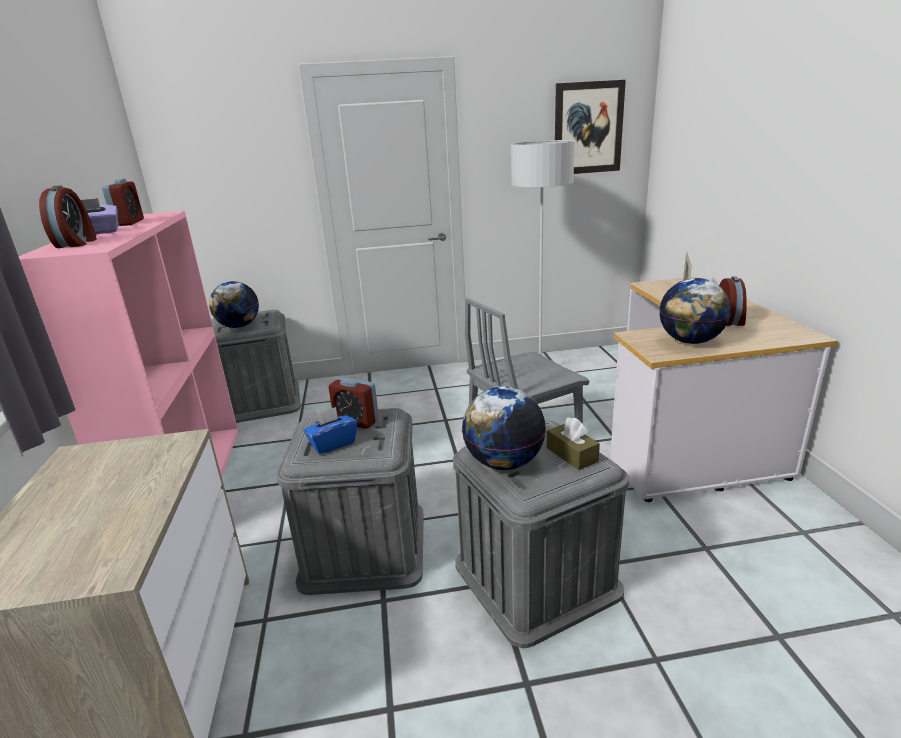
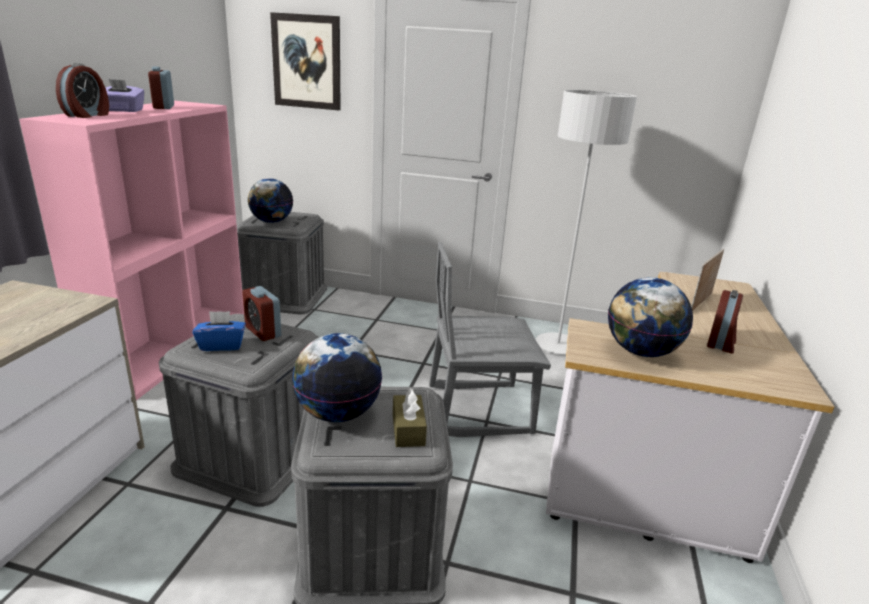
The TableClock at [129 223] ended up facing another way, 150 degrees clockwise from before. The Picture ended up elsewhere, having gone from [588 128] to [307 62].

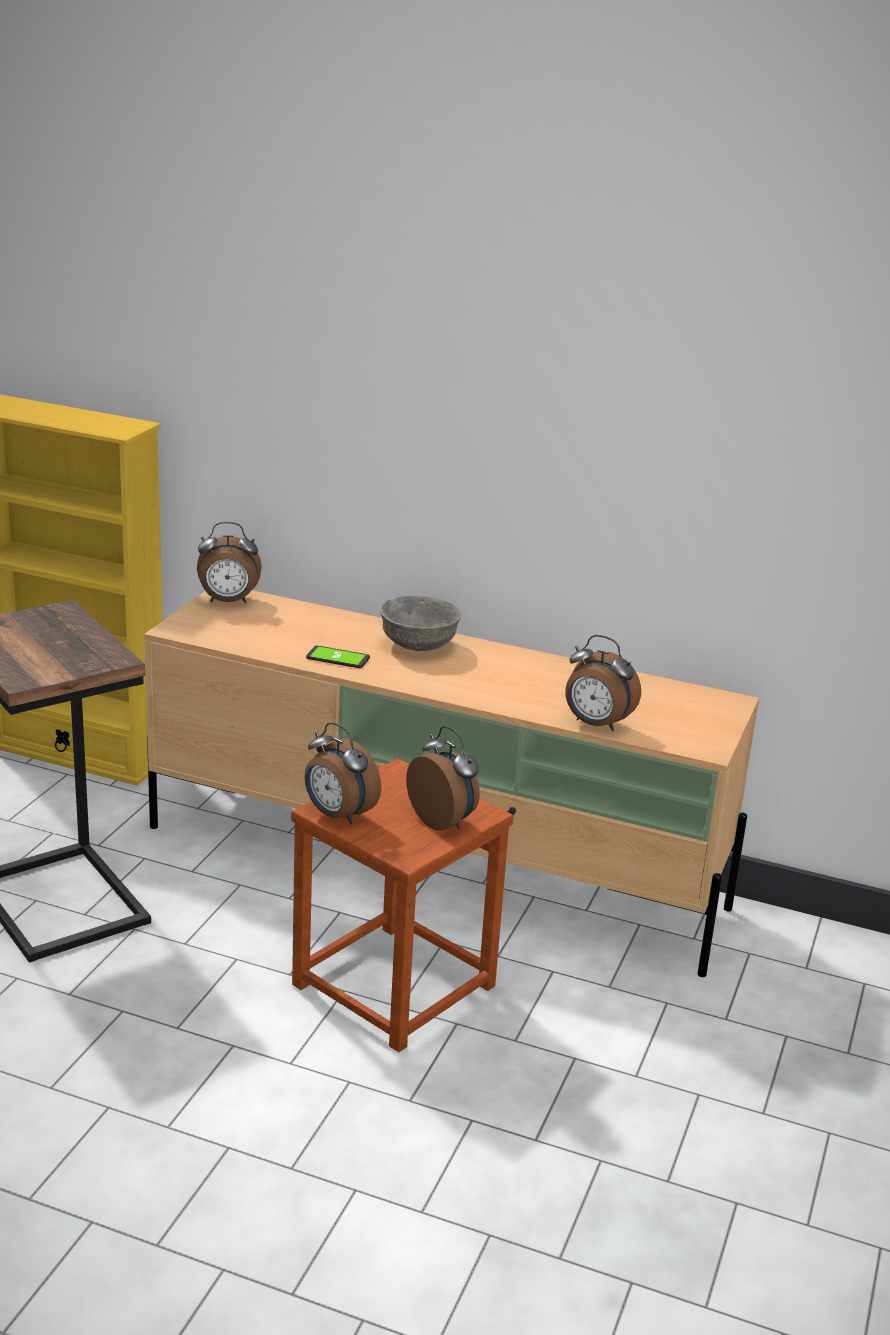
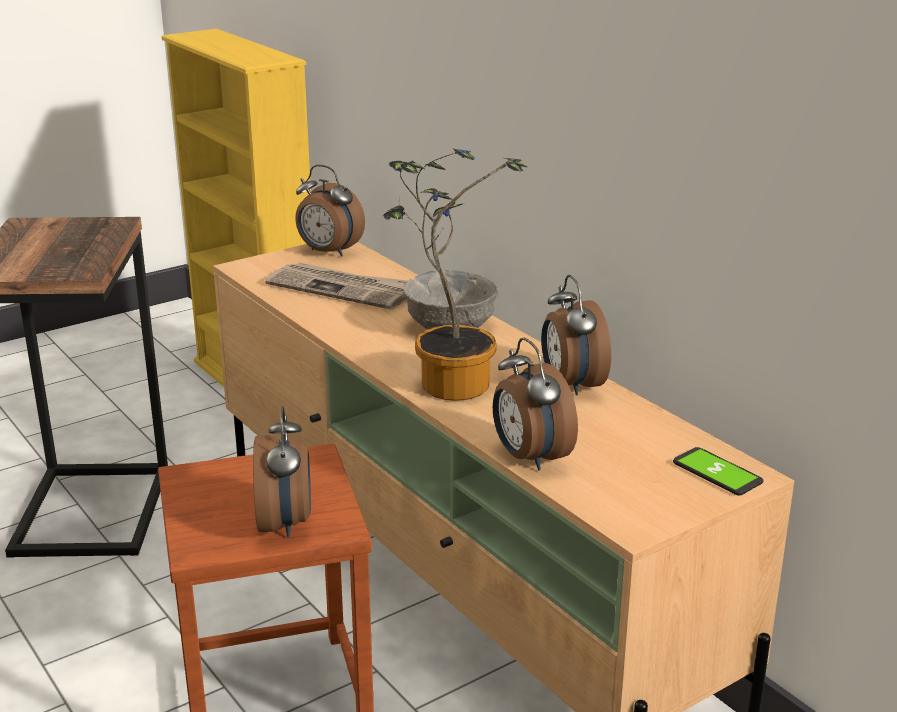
The TableClock ended up elsewhere, having gone from [338 815] to [571 384]. The Phone ended up elsewhere, having gone from [338 658] to [717 473]. The second view gained the Newspaper at [342 289]. The second view gained the Houseplant at [448 381].

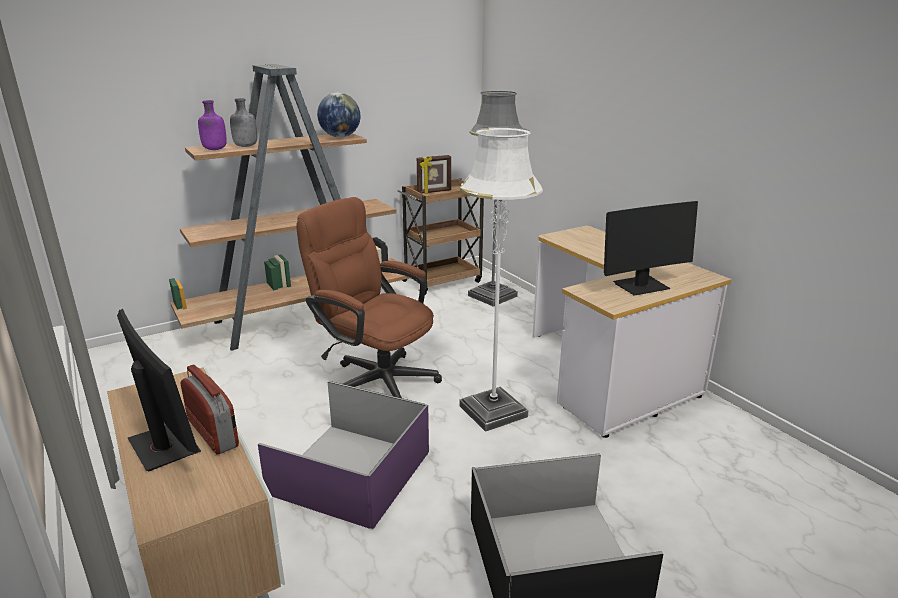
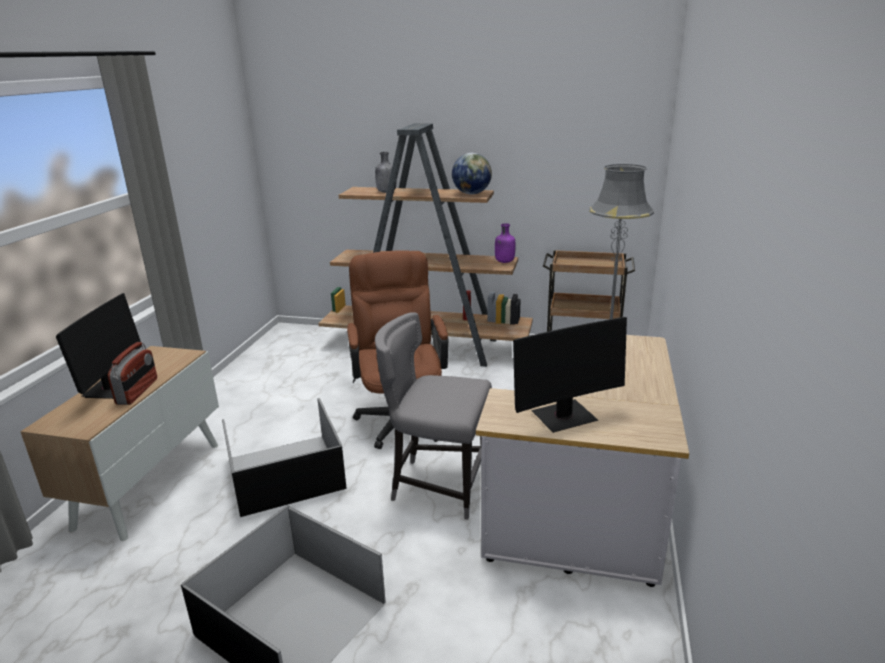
The PurplishDrinkBottle ended up elsewhere, having gone from [214 149] to [504 262]. What was the PurplishStorageContainer at [351 471] turned into the BlackStorageContainer at [287 473]. The second view lost the PhotoFrame at [434 192]. Where the WhiteColouredStandardLamp stood at [493 411], the GrayUprightChair came to stand at [437 485]. The ComputerScreen at [641 286] ended up facing another way, 45 degrees counterclockwise from before.

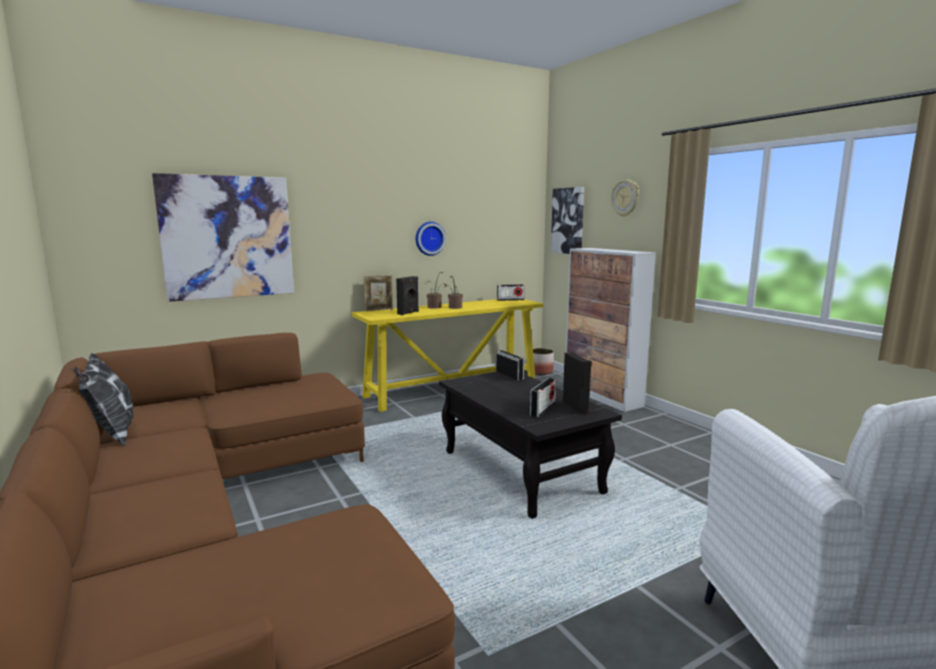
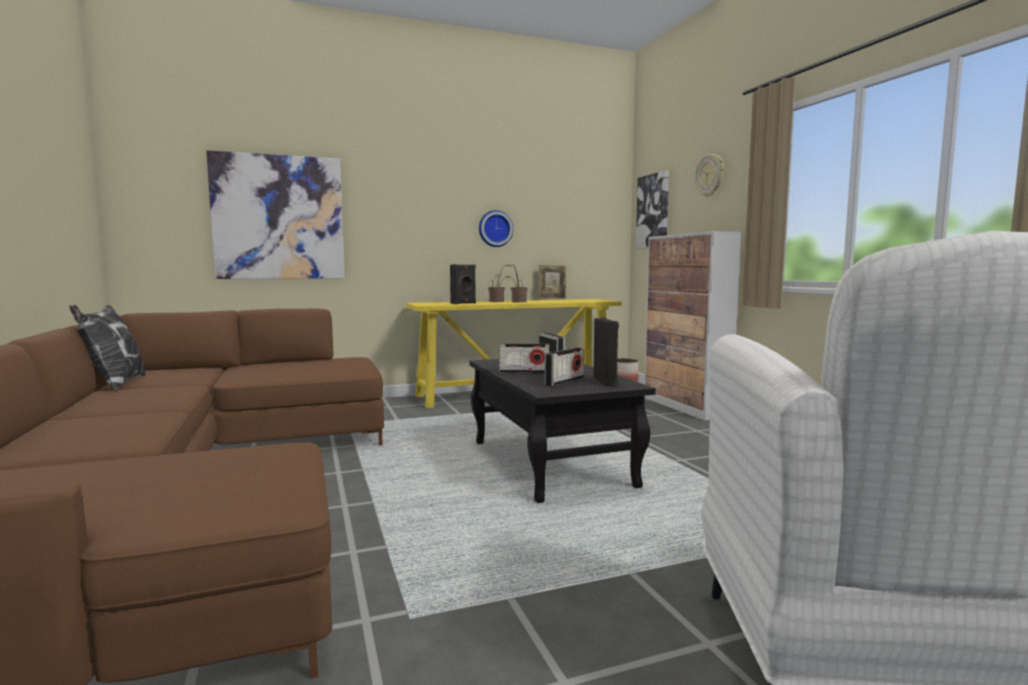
The PhotoFrame ended up elsewhere, having gone from [379 310] to [552 299]. The RadioReceiver ended up elsewhere, having gone from [510 300] to [524 372].

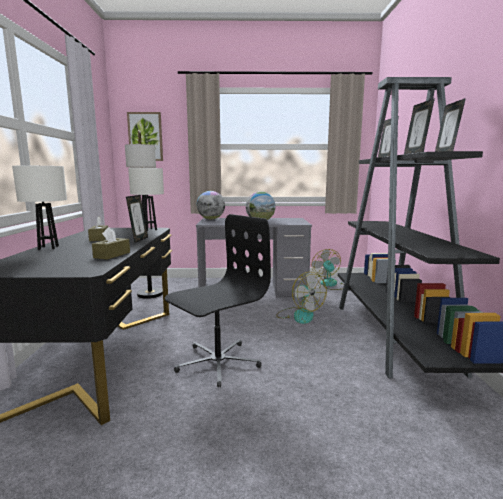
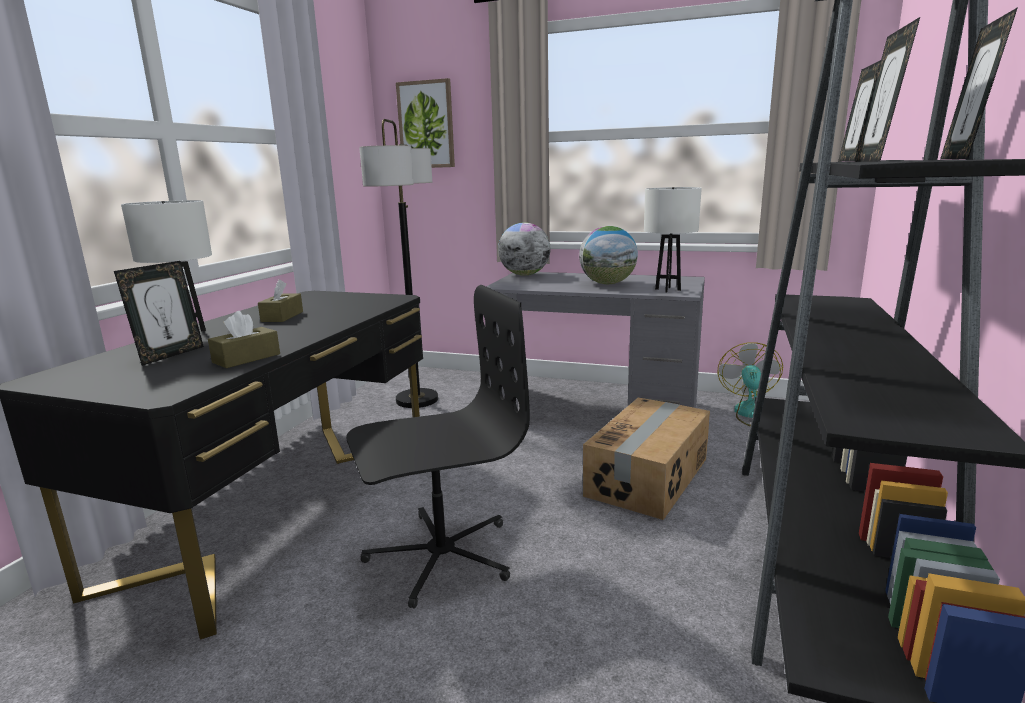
The PhotoFrame ended up elsewhere, having gone from [139 240] to [170 355]. The WhiteColouredLampForATable ended up elsewhere, having gone from [149 230] to [668 289]. Where the ElectricFan stood at [299 315], the Carton came to stand at [649 477].

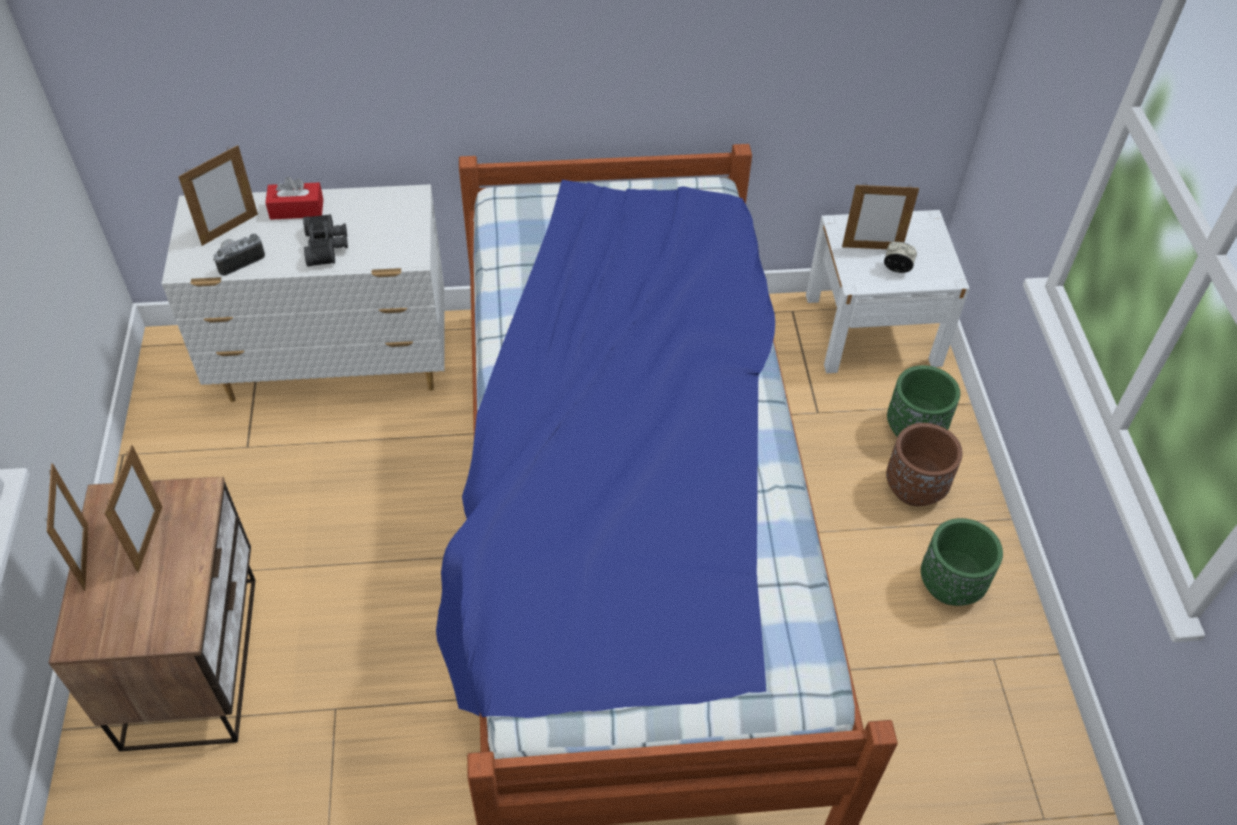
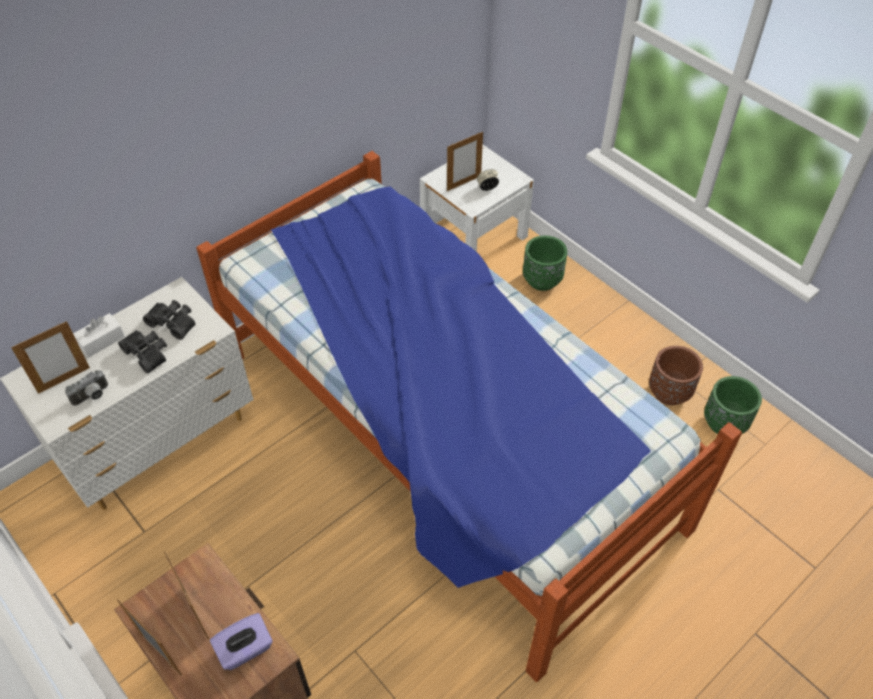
The PhotoFrame at [230 229] ended up facing another way, 45 degrees clockwise from before. The StillCamera at [239 260] ended up facing another way, 150 degrees counterclockwise from before. What was the ReddishBoxOfTissues at [296 209] turned into the WhiteColouredBoxOfTissues at [101 341]. The BrownColouredPlanter ended up elsewhere, having gone from [914 488] to [669 392]. The GreenPlanter ended up elsewhere, having gone from [950 585] to [724 423]. The second view gained the BlackBinoculars at [174 322]. The second view gained the PurplishBoxOfTissues at [245 649].

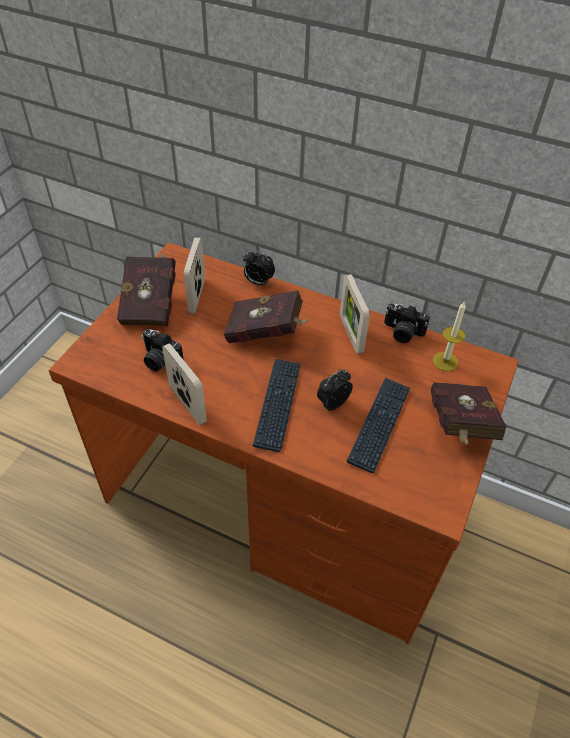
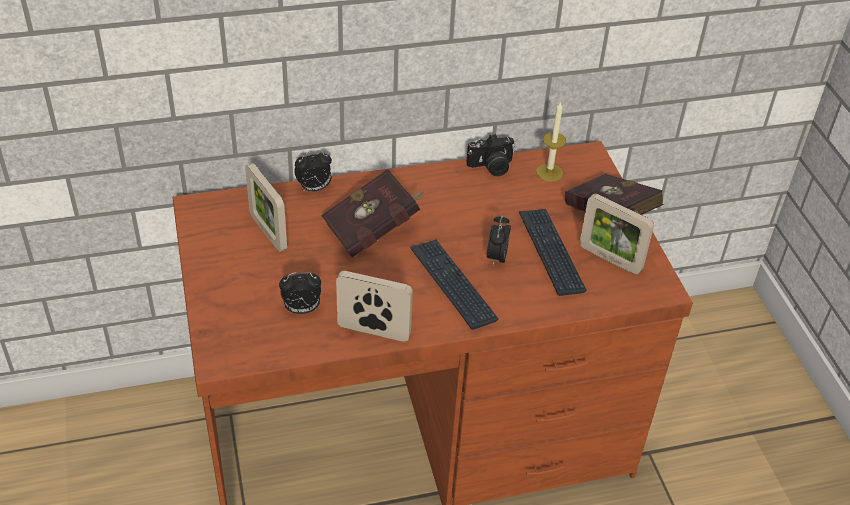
The second view lost the ReddishBoundBook at [151 303]. Where the StillCamera stood at [160 360], the TableClock came to stand at [301 310]. The PhotoFrame ended up elsewhere, having gone from [351 334] to [610 259].

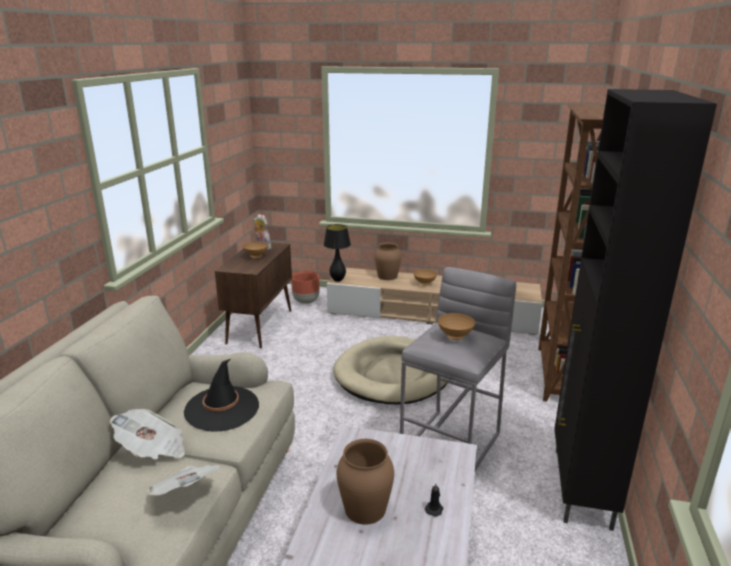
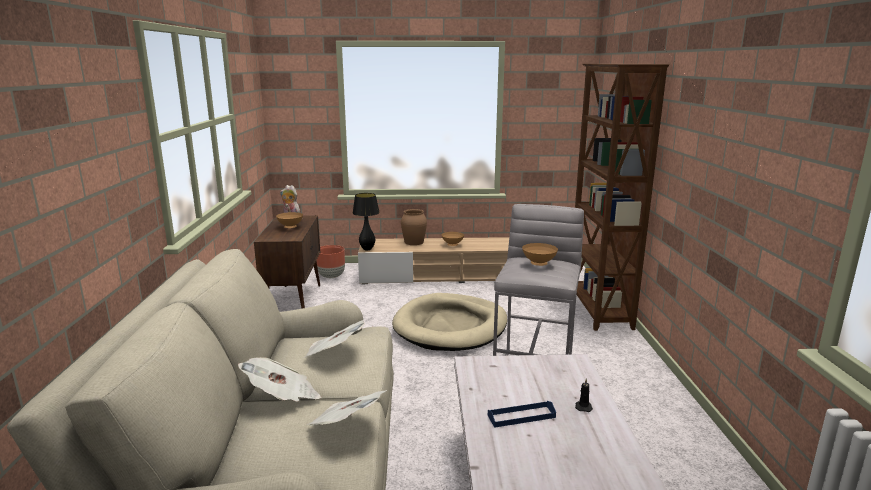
Where the BlackWearableHat stood at [222 408], the Newspaper came to stand at [334 354]. Where the BrownColouredVase stood at [365 508], the BlueColouredServingTray came to stand at [521 416]. The second view lost the BlackCupboard at [581 488].

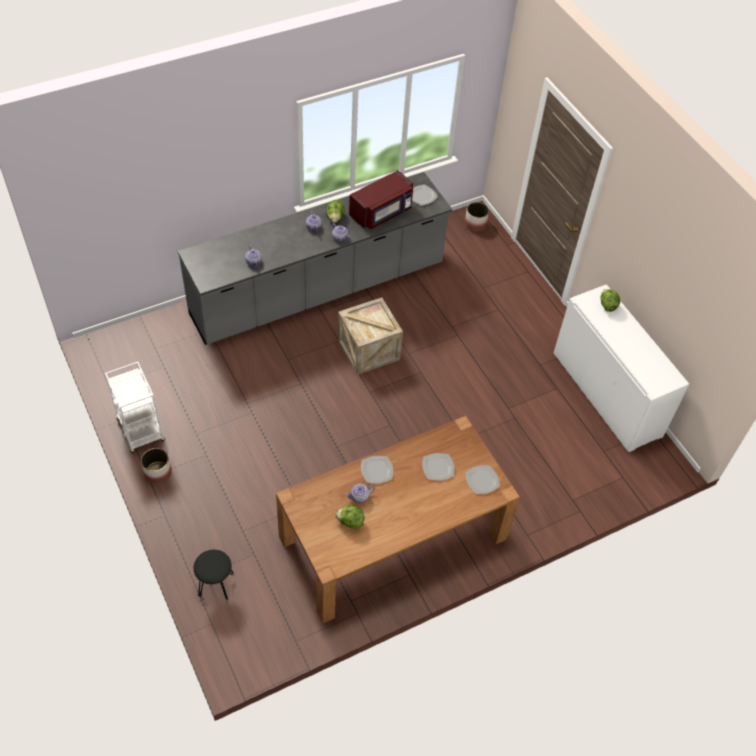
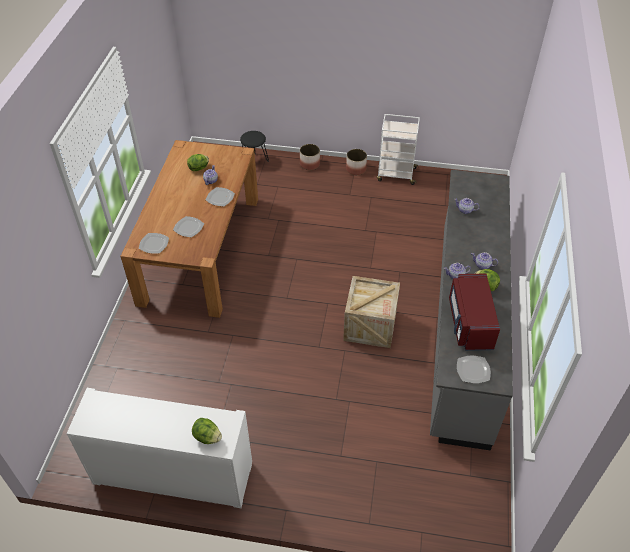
The Planter ended up elsewhere, having gone from [475 224] to [309 164].

